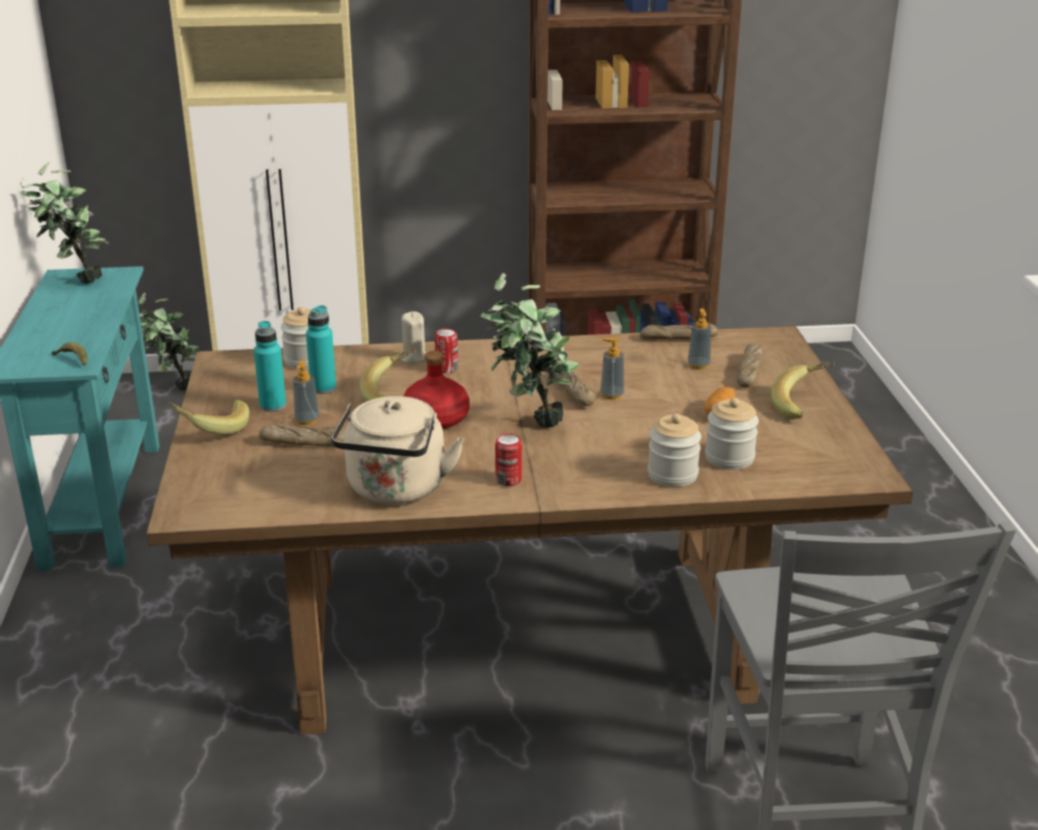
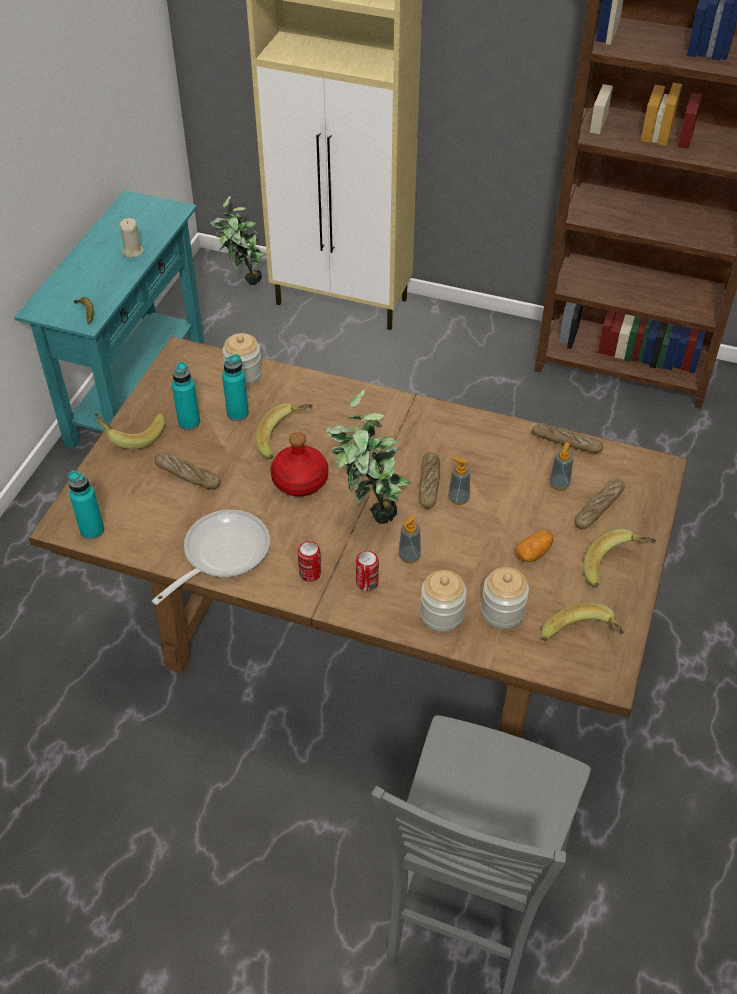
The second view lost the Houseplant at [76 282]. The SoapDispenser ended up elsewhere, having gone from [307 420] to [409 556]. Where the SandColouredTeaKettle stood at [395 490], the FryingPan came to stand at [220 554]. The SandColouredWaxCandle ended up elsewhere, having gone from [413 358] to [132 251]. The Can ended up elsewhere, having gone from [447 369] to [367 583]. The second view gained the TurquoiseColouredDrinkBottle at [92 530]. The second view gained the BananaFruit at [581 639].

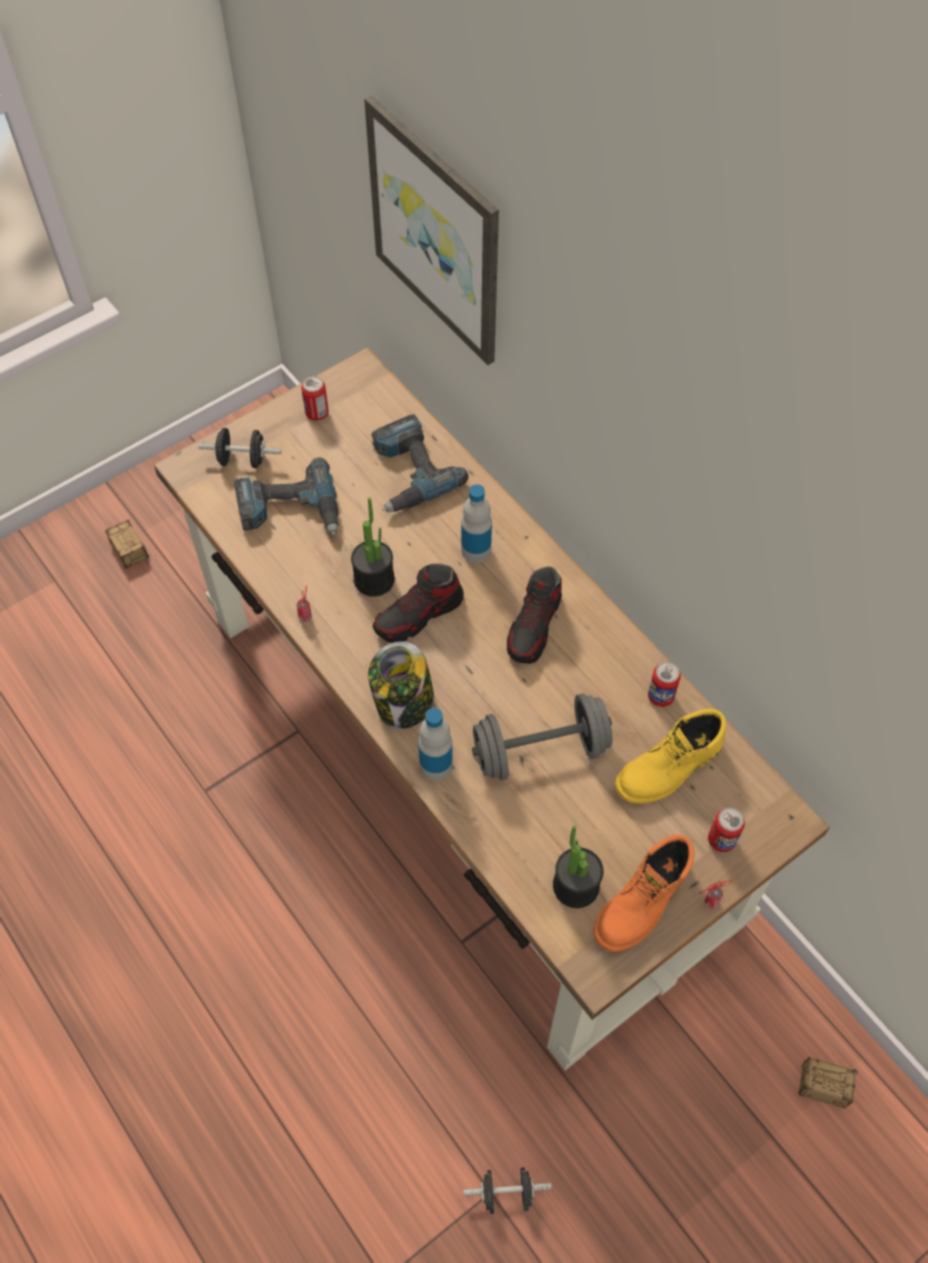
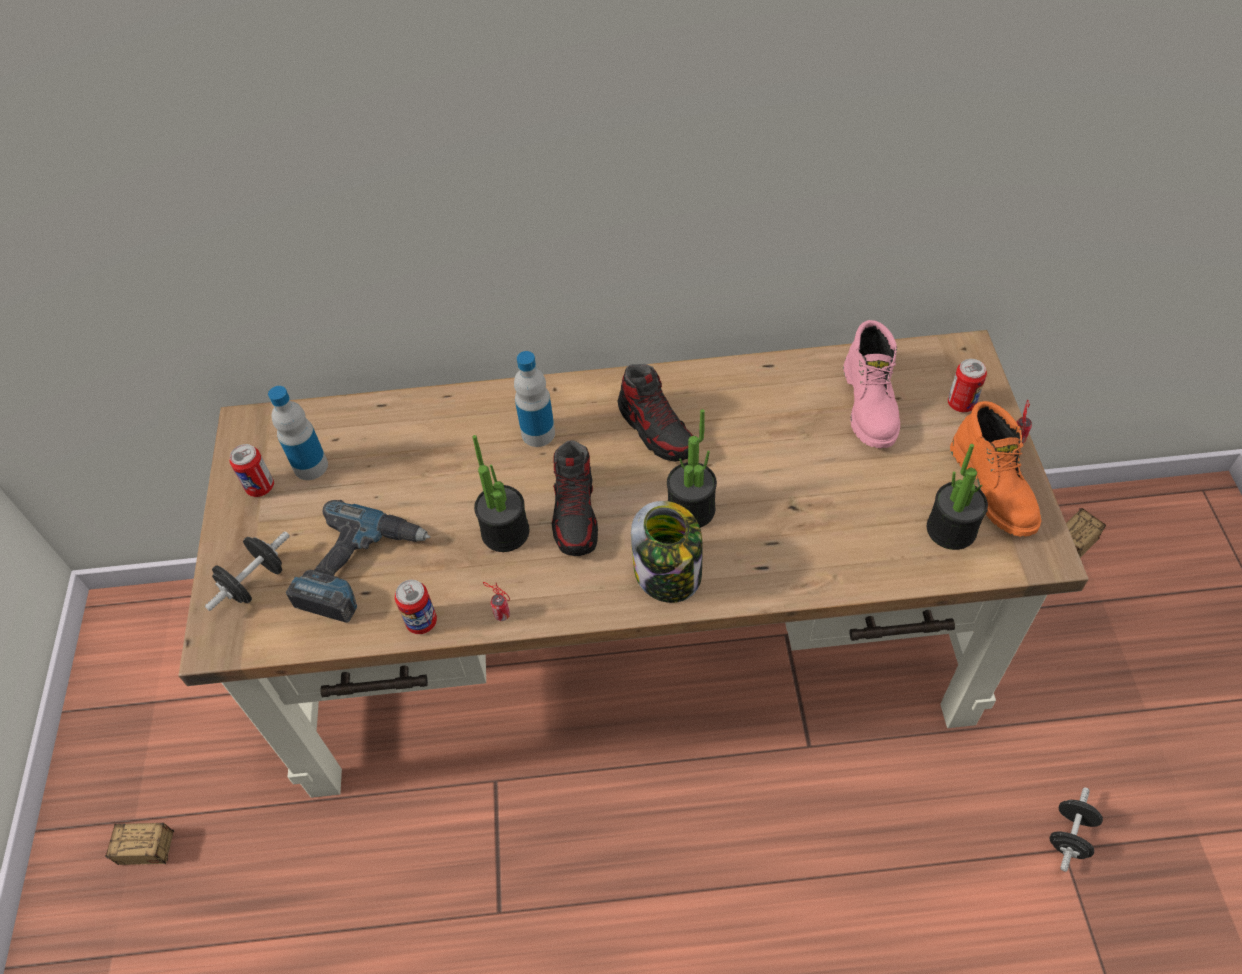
The second view lost the Picture at [437 231]. The second view lost the ElectricDrill at [407 472]. The DrinkBottle ended up elsewhere, having gone from [436 765] to [311 466]. The second view lost the GrayDumbbell at [540 750]. What was the YellowColouredBoot at [669 769] turned into the PinkishBoot at [871 405]. The Can ended up elsewhere, having gone from [660 696] to [421 622]. The second view gained the Houseplant at [691 509].

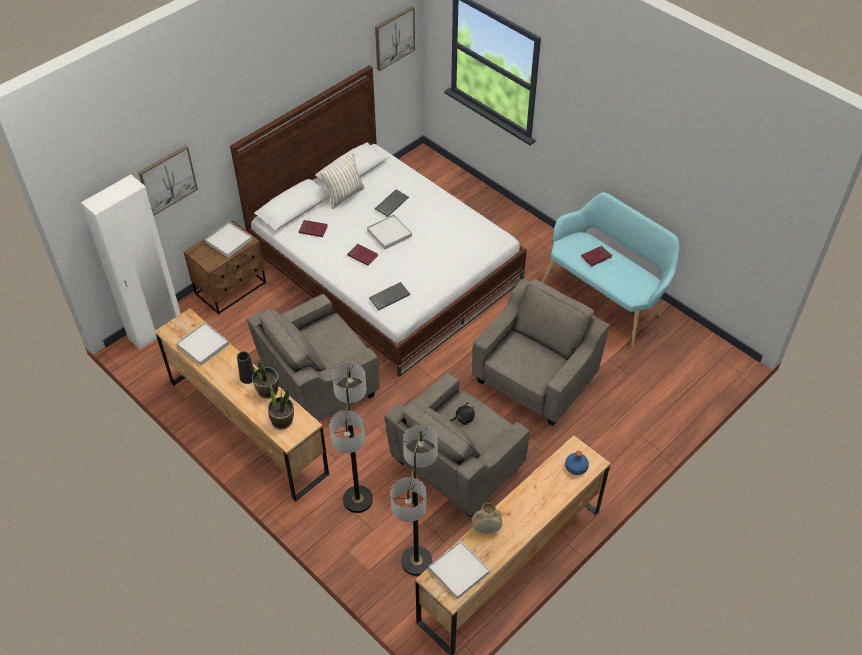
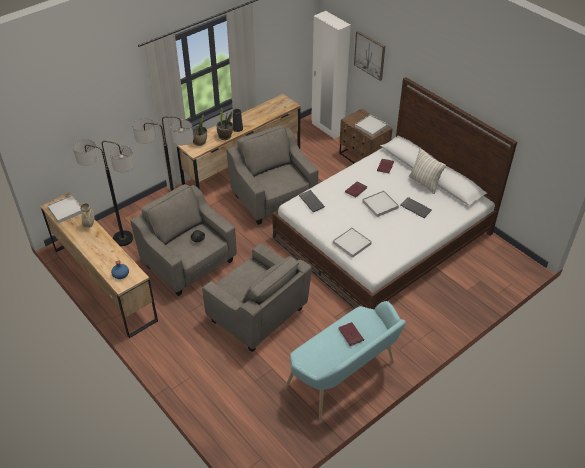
The WhiteColouredServingTray ended up elsewhere, having gone from [203 345] to [352 243]. The second view lost the Picture at [394 37].

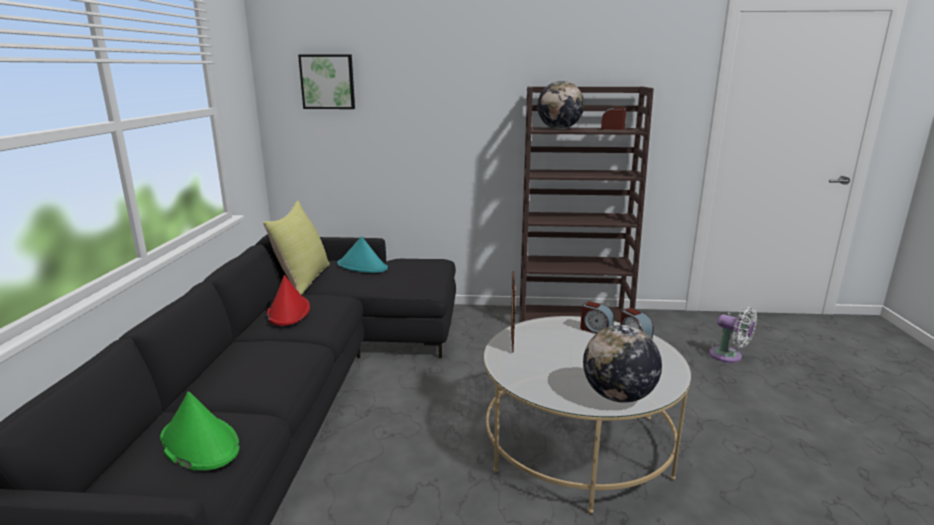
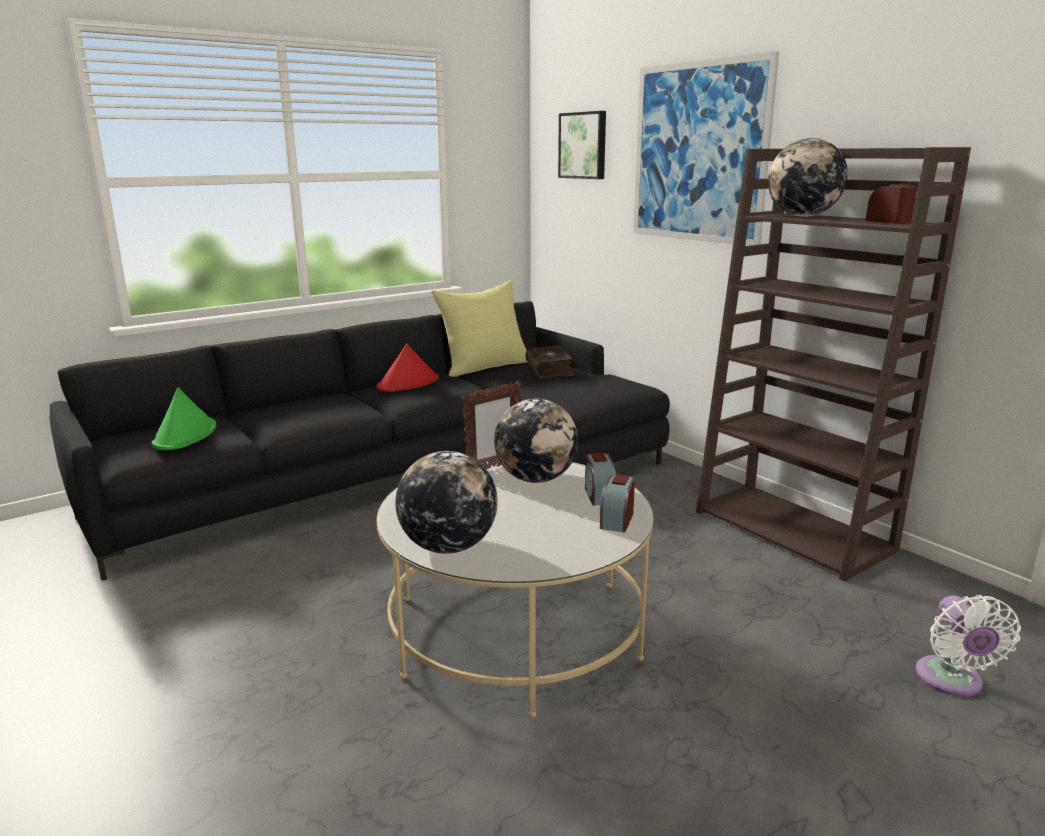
Where the TurquoiseColouredWearableHat stood at [362 266], the BoundBook came to stand at [550 369]. The second view gained the DeskGlobe at [536 479]. The second view gained the Picture at [698 153].

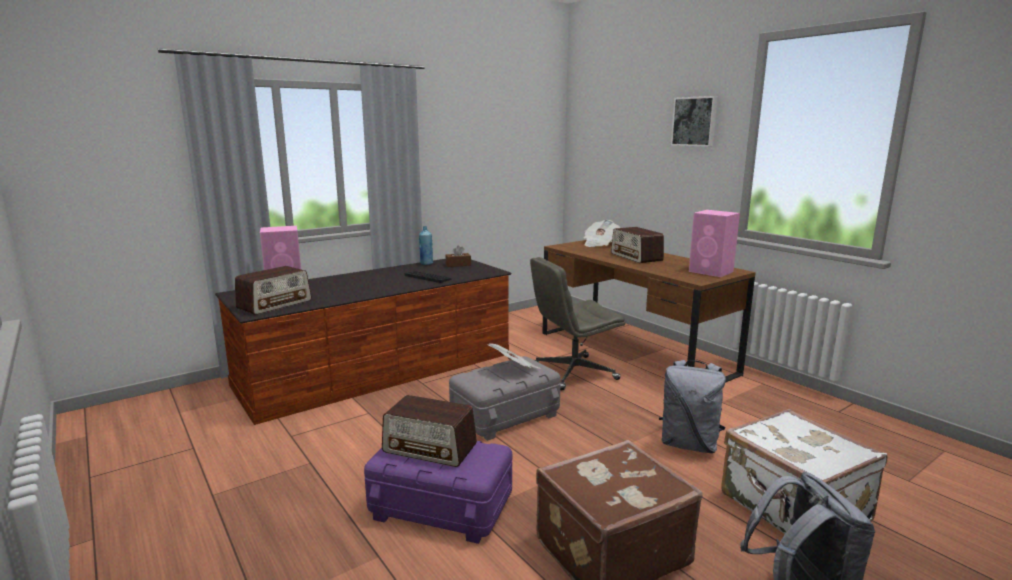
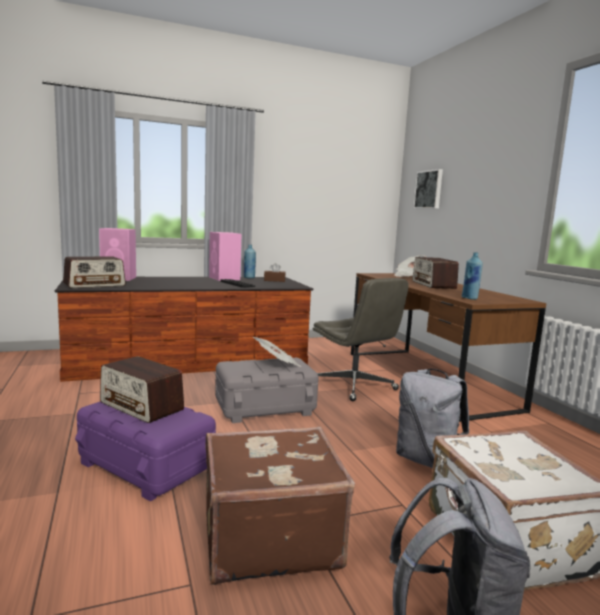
The GrayDeskChair at [573 373] ended up facing another way, 120 degrees counterclockwise from before. The Picture ended up elsewhere, having gone from [695 121] to [429 189]. The PinkishSpeaker ended up elsewhere, having gone from [712 272] to [224 278]. The second view gained the BlueColouredDrinkBottle at [469 298].

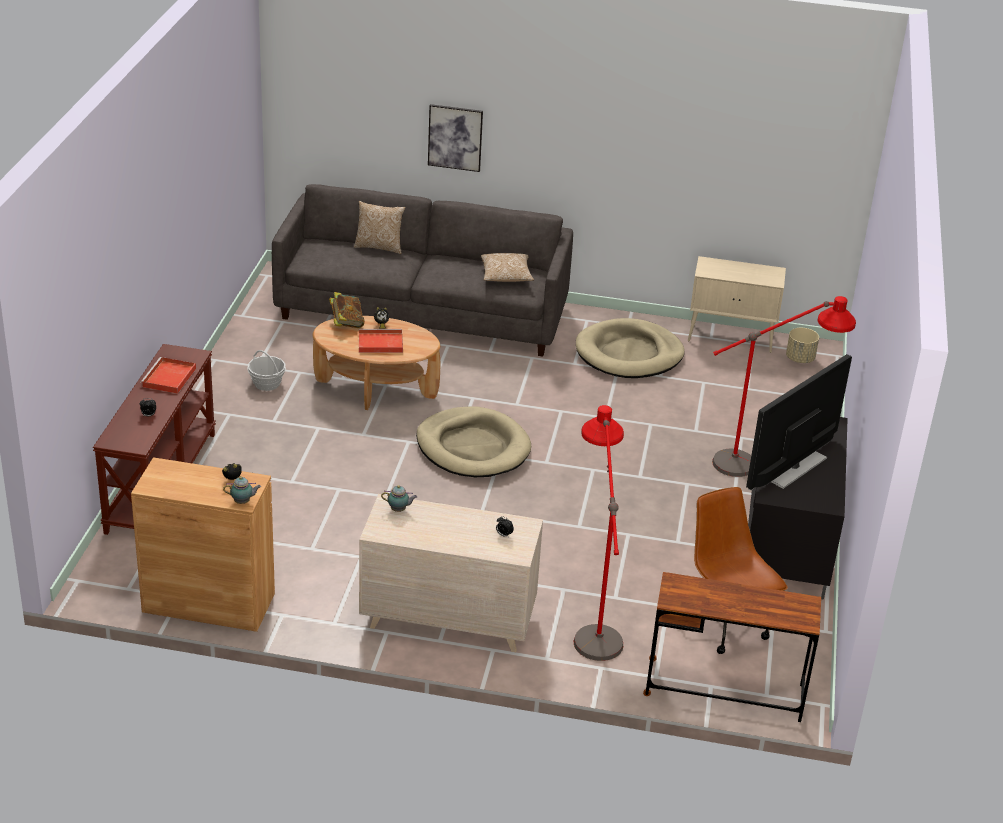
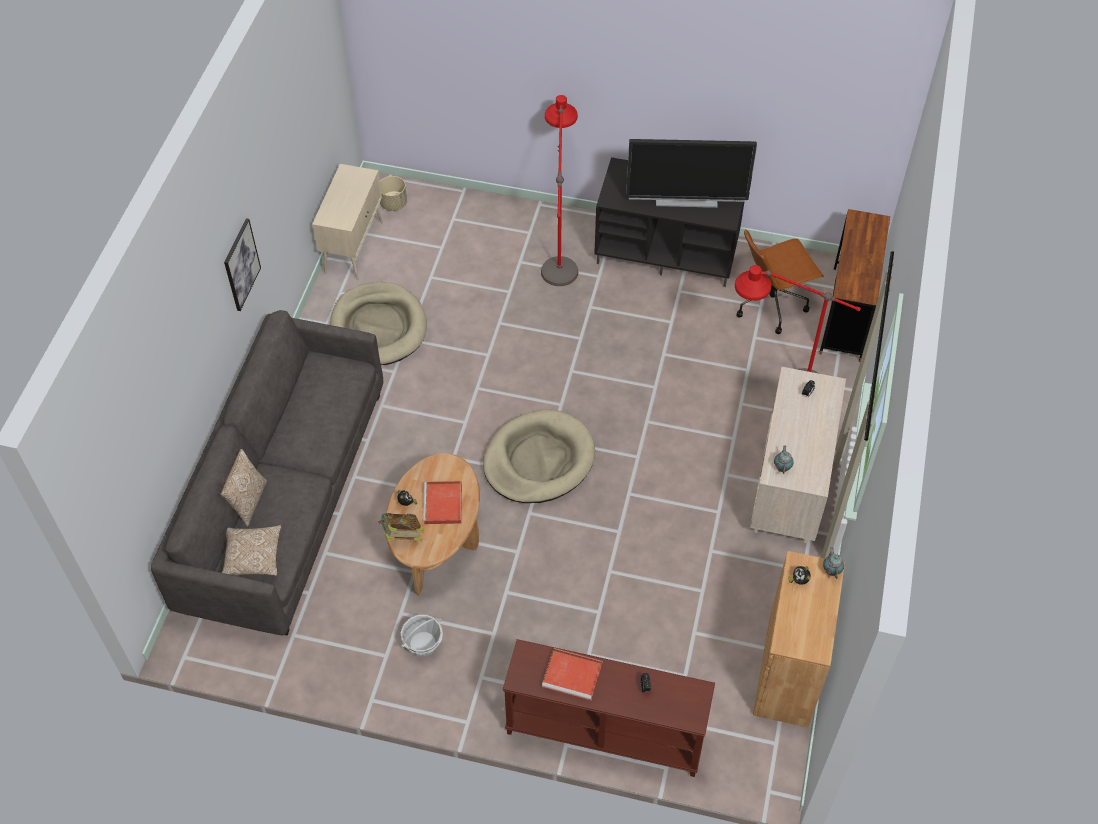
The Picture ended up elsewhere, having gone from [455 137] to [241 264]. The Cushion ended up elsewhere, having gone from [506 276] to [253 557]. The TvSet at [794 468] ended up facing another way, 45 degrees counterclockwise from before.

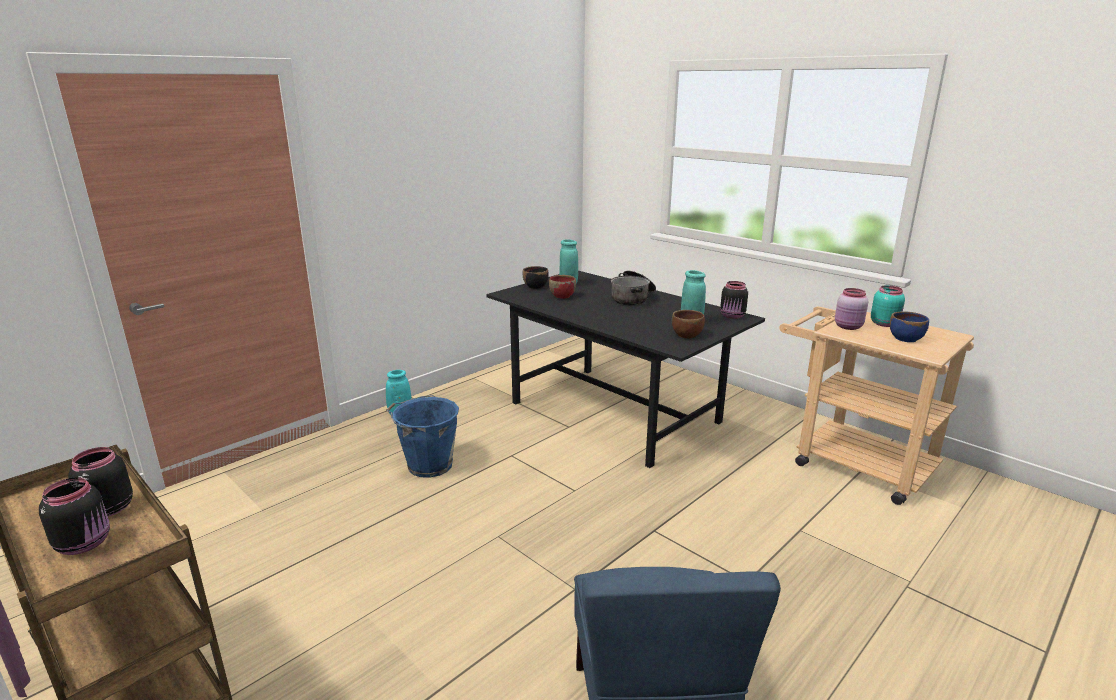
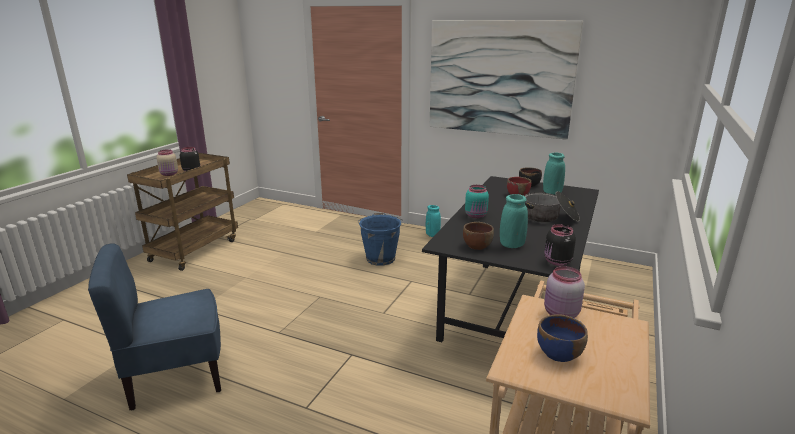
What was the BlackPreserveJar at [86 543] turned into the SandColouredPreserveJar at [169 174]. The TurquoiseColouredPreserveJar ended up elsewhere, having gone from [884 323] to [476 215]. The second view gained the Picture at [499 78].

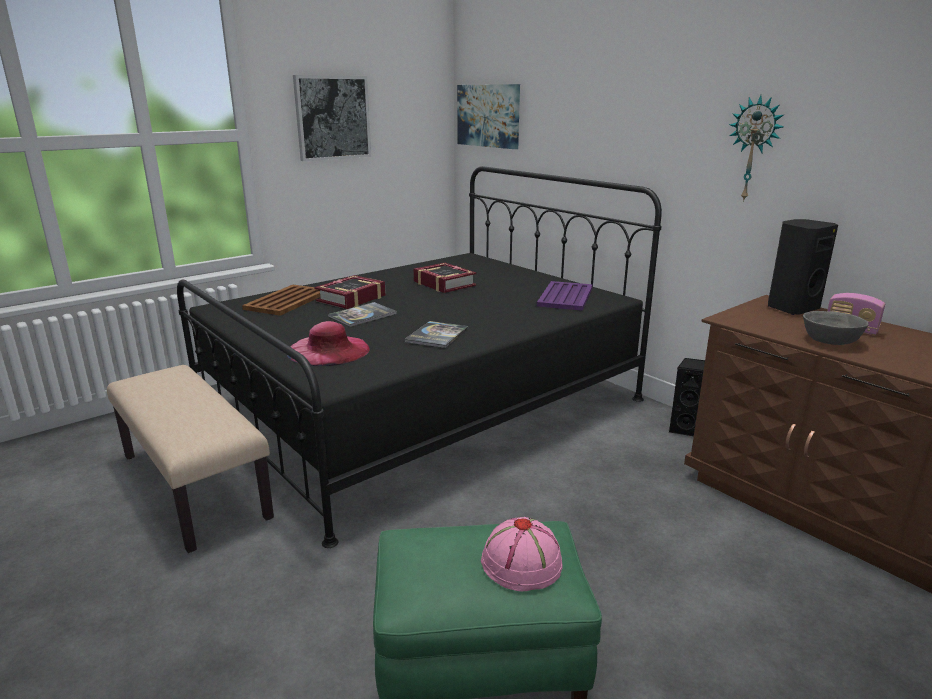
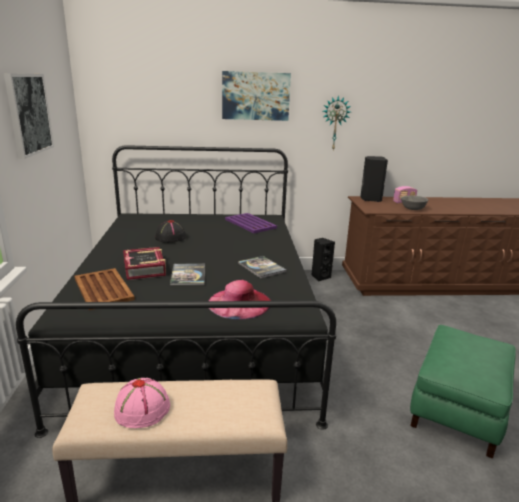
Where the BoundBook stood at [444 284], the BlackWearableHat came to stand at [170 238]. The Picture ended up elsewhere, having gone from [488 116] to [255 96]. The PinkishWearableHat ended up elsewhere, having gone from [522 564] to [142 409].

